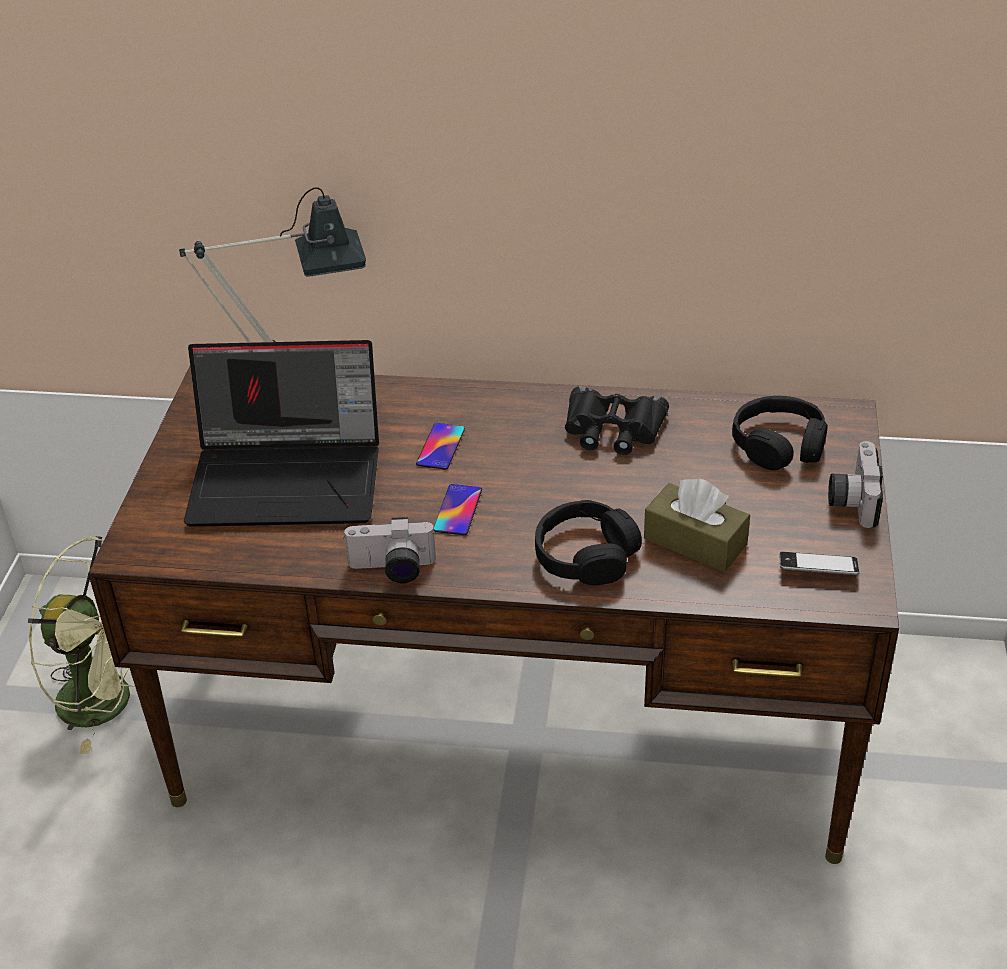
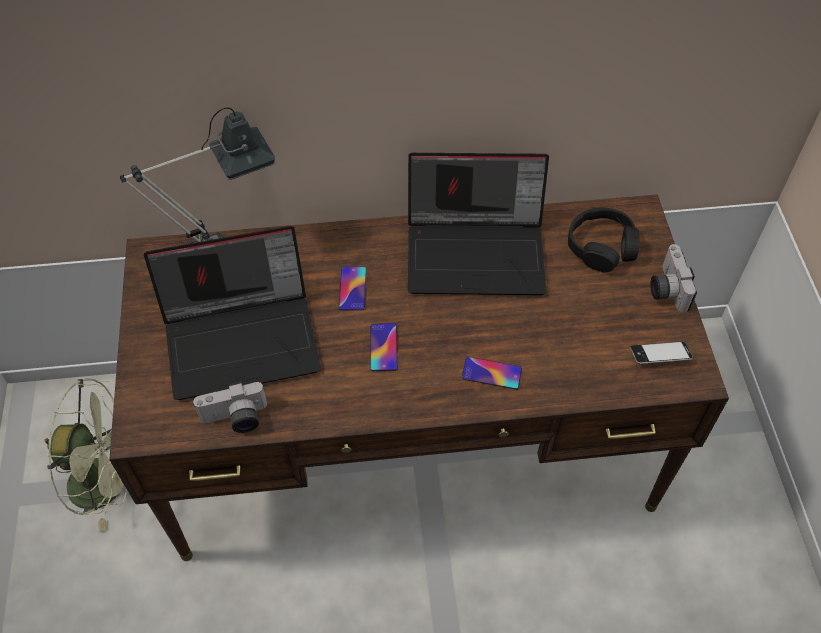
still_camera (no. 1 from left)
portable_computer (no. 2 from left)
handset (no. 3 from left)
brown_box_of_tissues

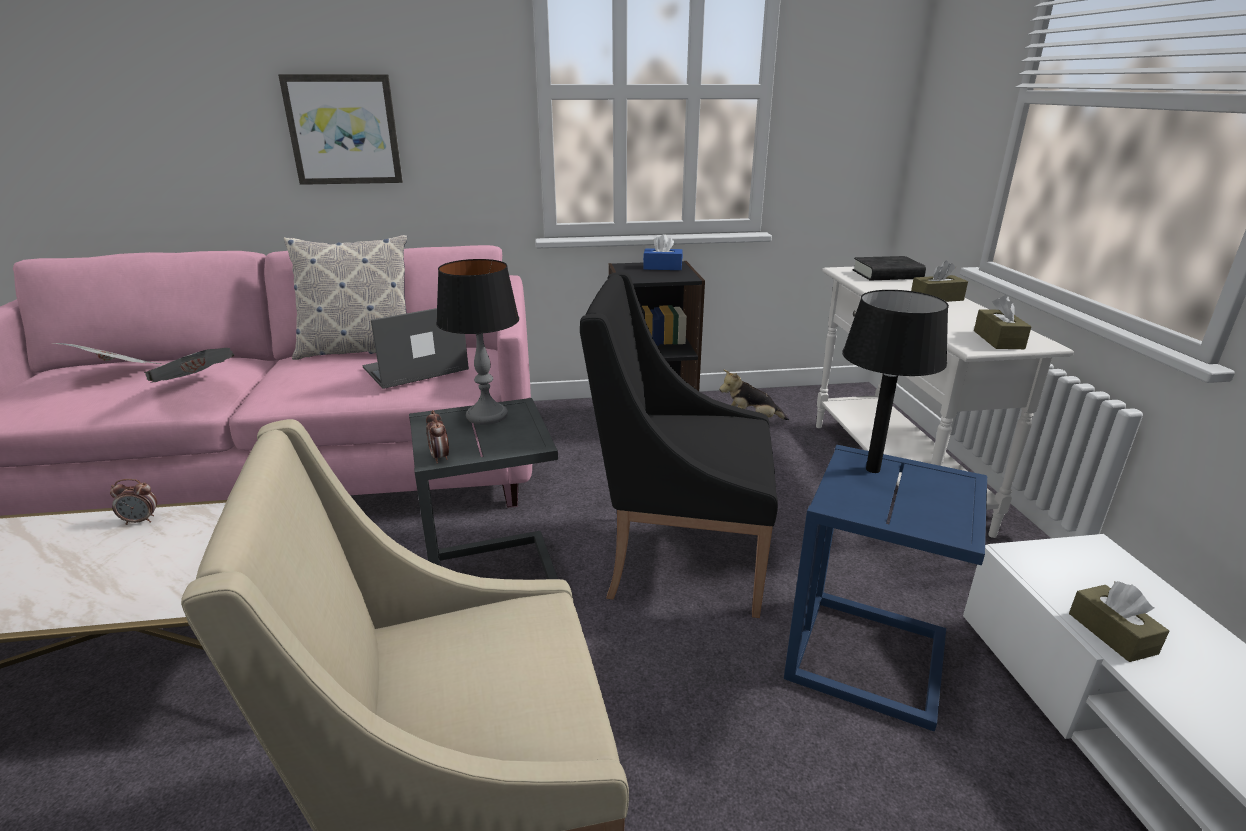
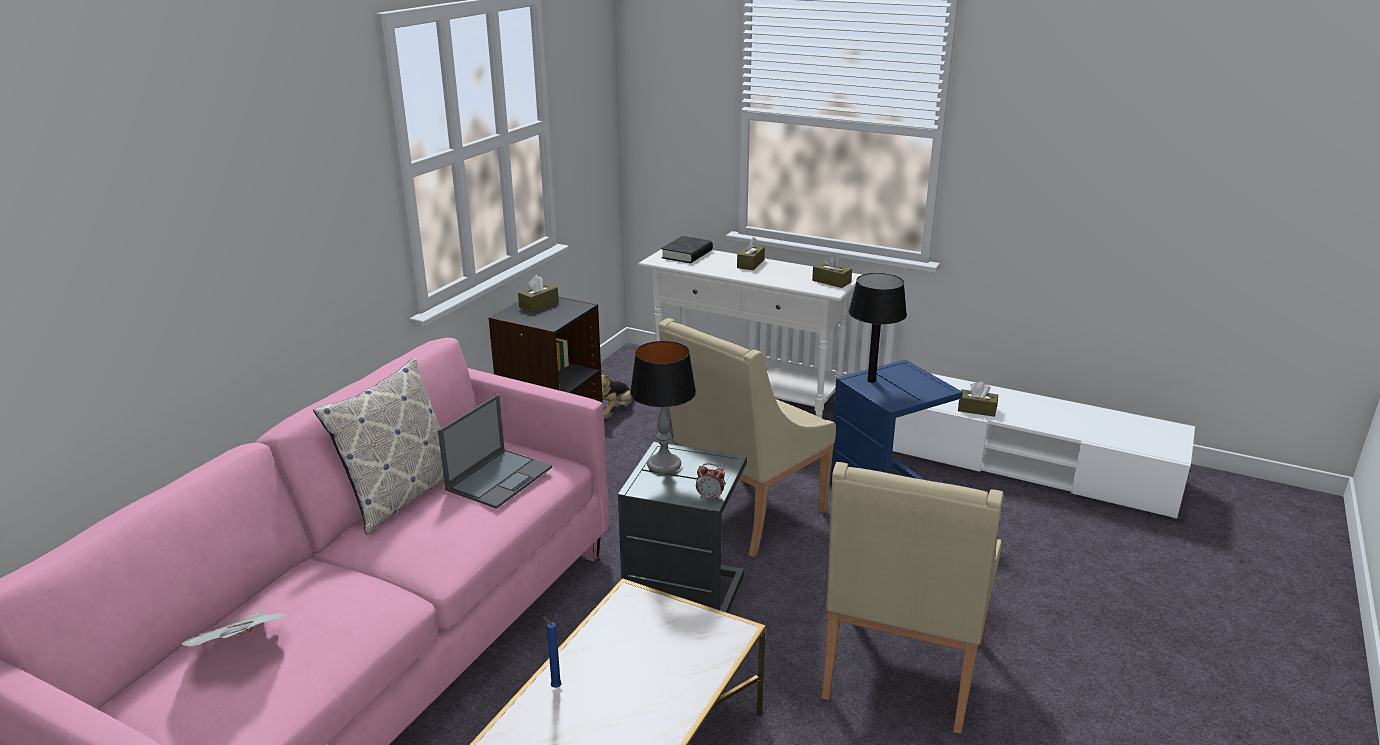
portable_computer
brown_box_of_tissues (no. 1 from left)
blue-coloured_candle
beige-coloured_armchair (no. 1 from left)
newspaper (no. 2 from left in the first image)
wall_art

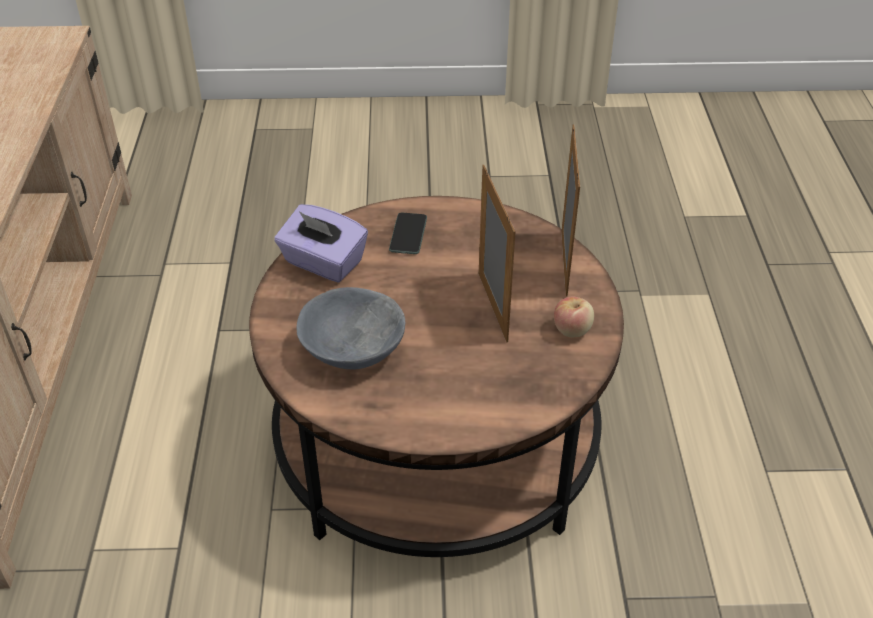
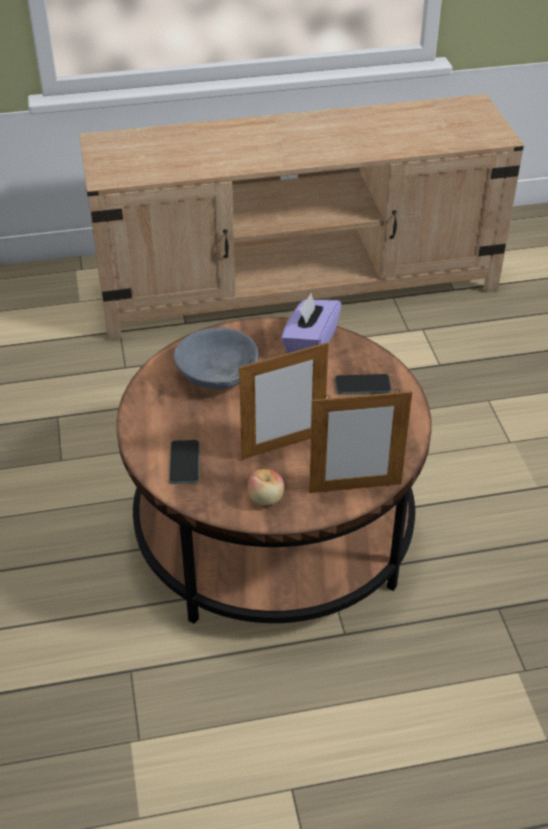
handset (no. 1 from left)

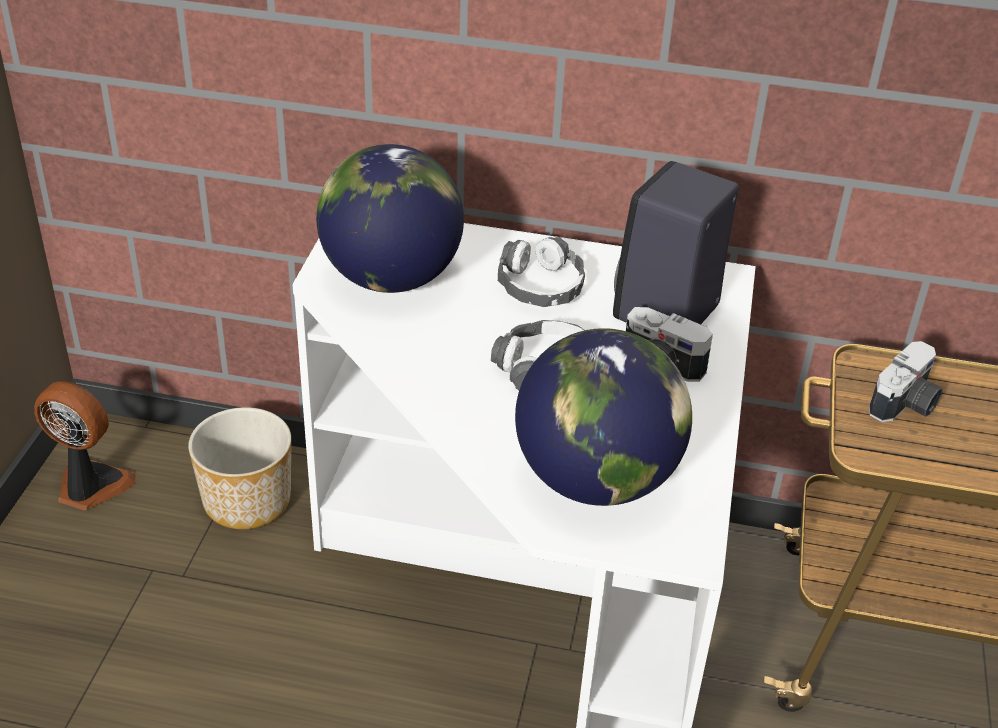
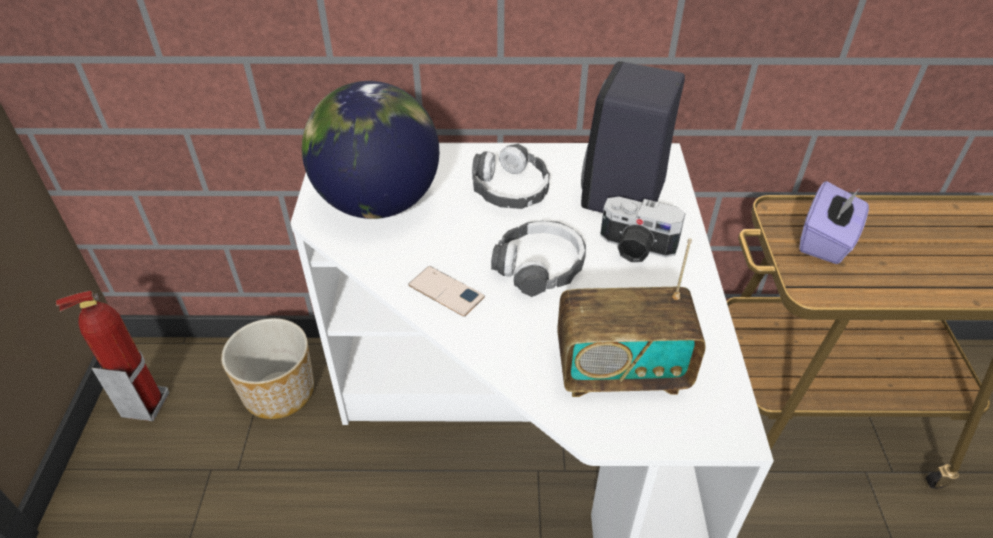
fire-fighting_cylinder
handset
radio
purple-coloured_box_of_tissues

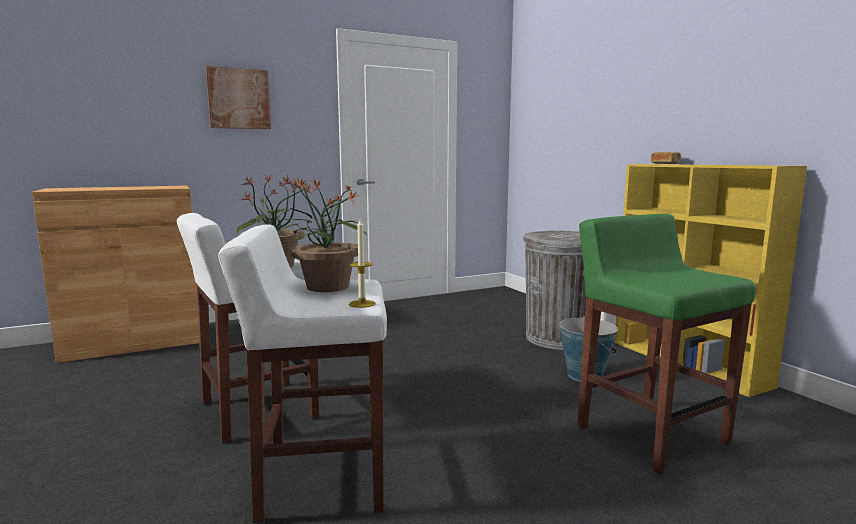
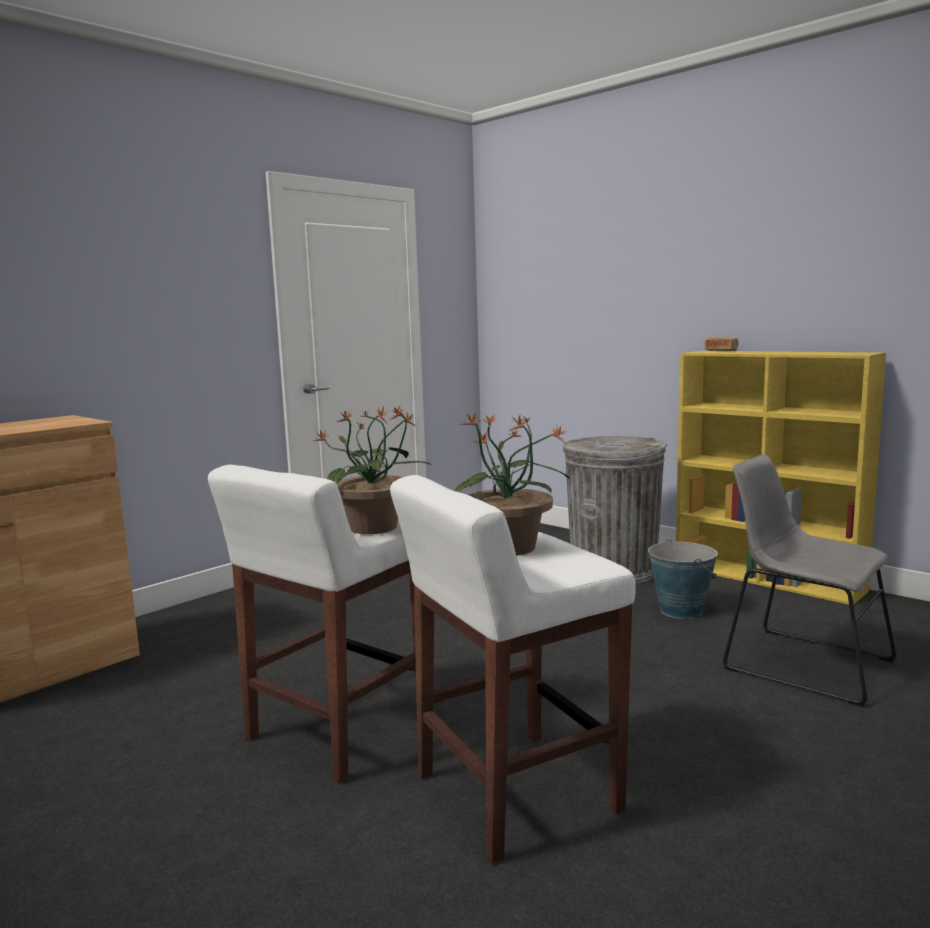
gray_plain_chair
wall_art
candle

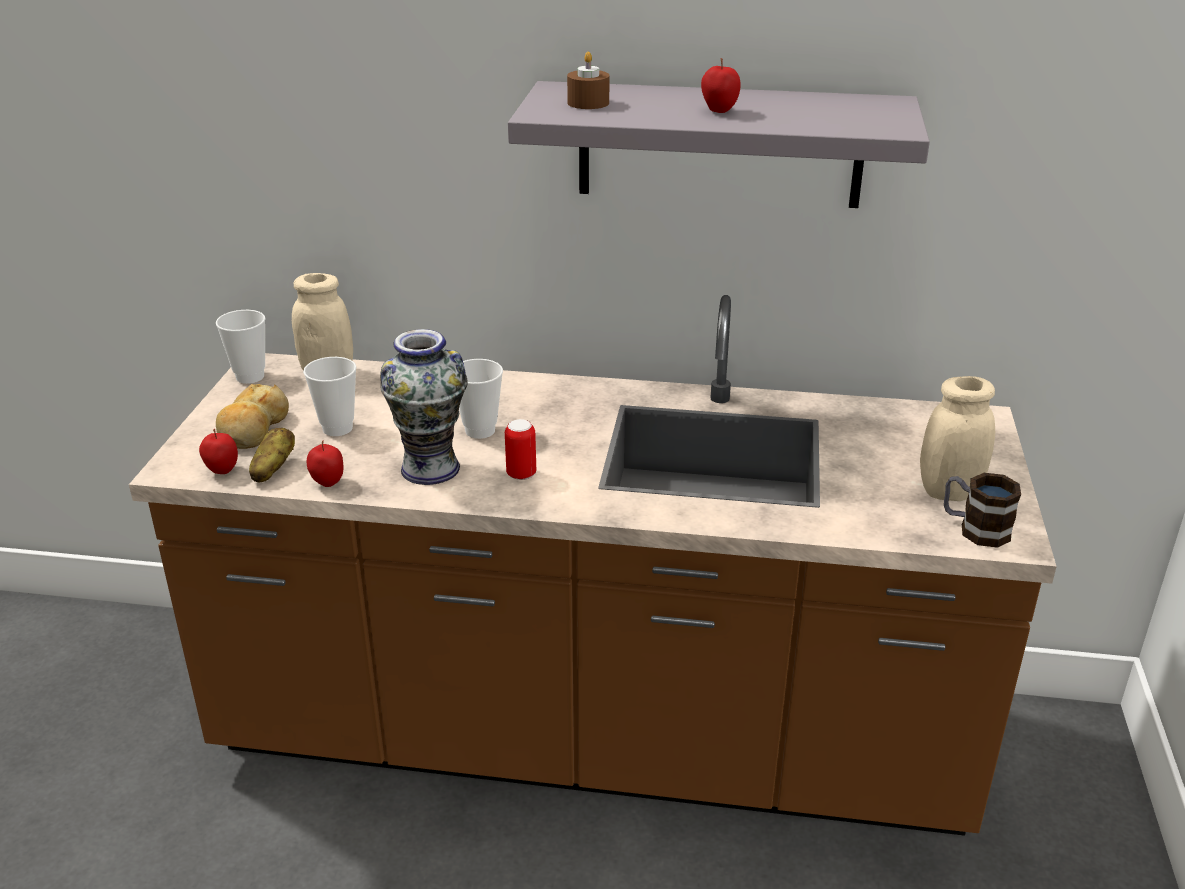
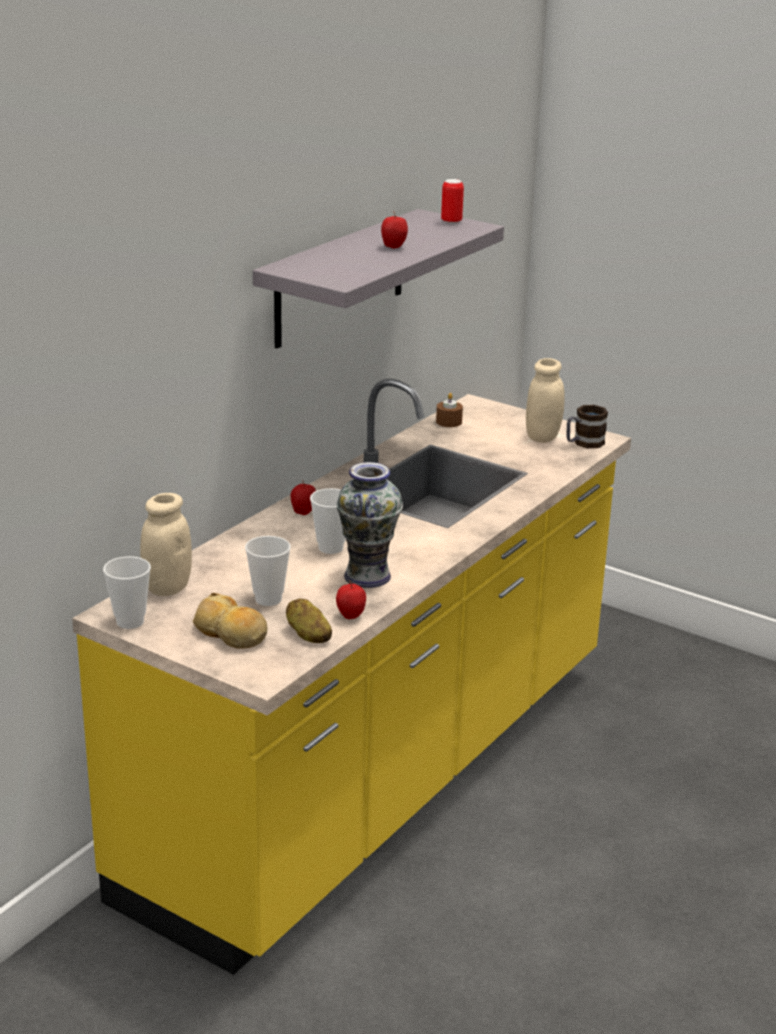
yellow-coloured_kitchen_base_unit
whole_apple (no. 1 from left)
brown_candle
can

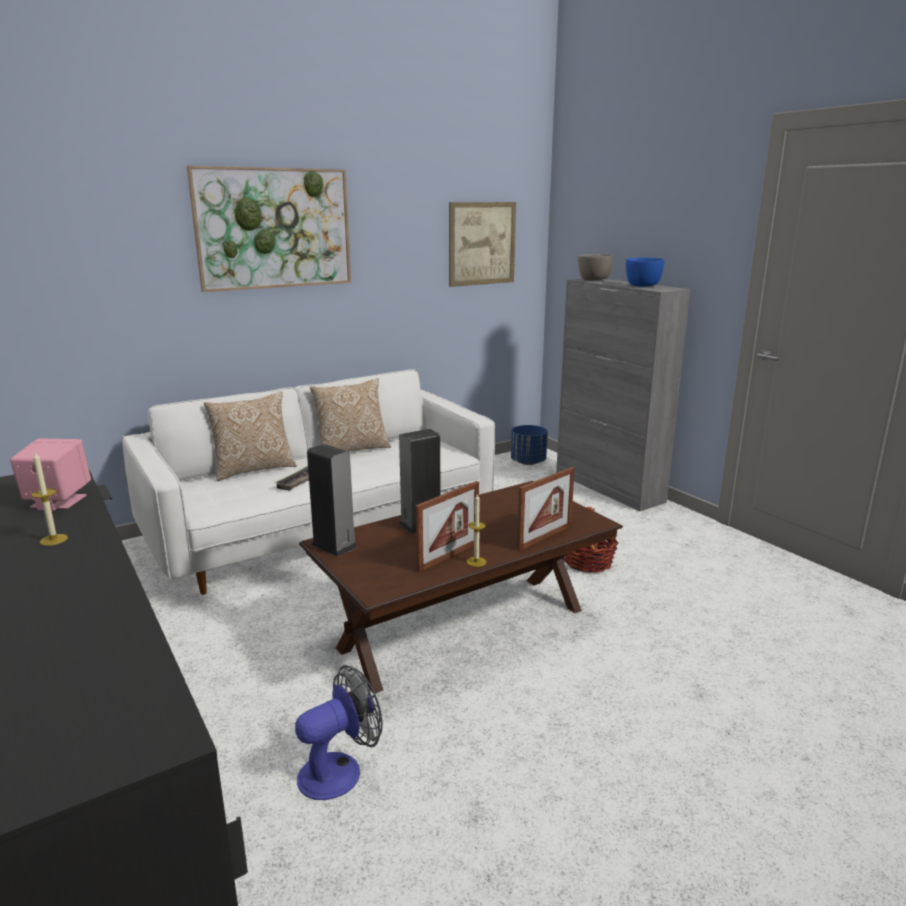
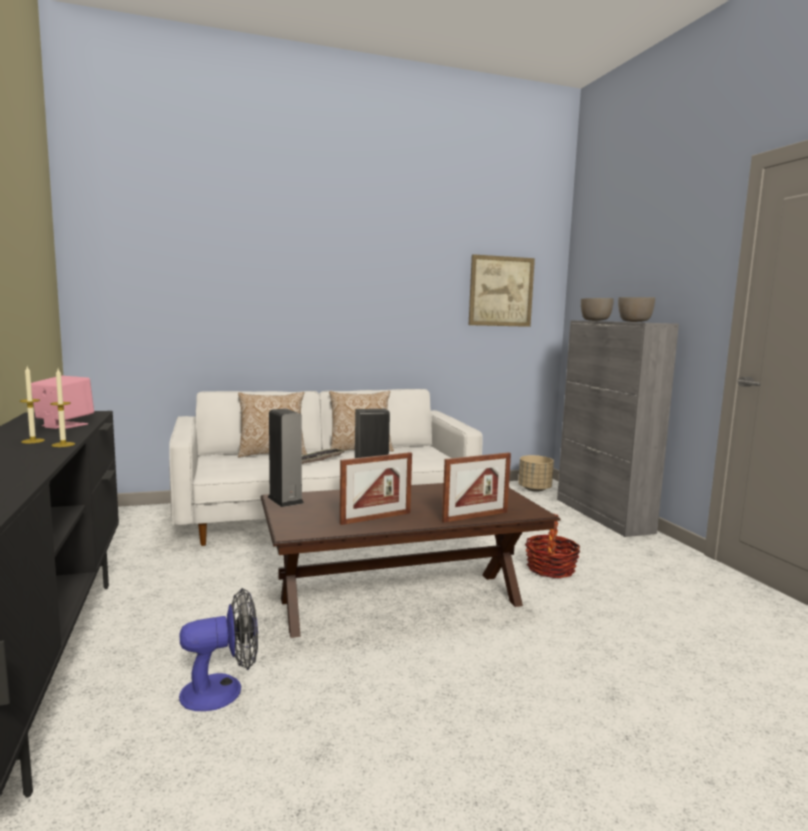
candle (no. 2 from left)
beige-coloured_flower_pot
gray_bowl (no. 2 from left)
wall_art (no. 1 from left in the first image)

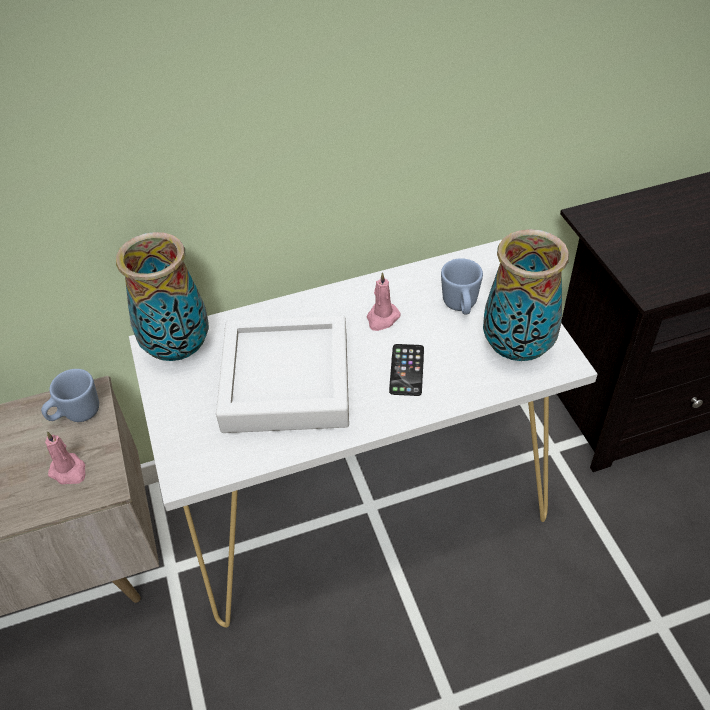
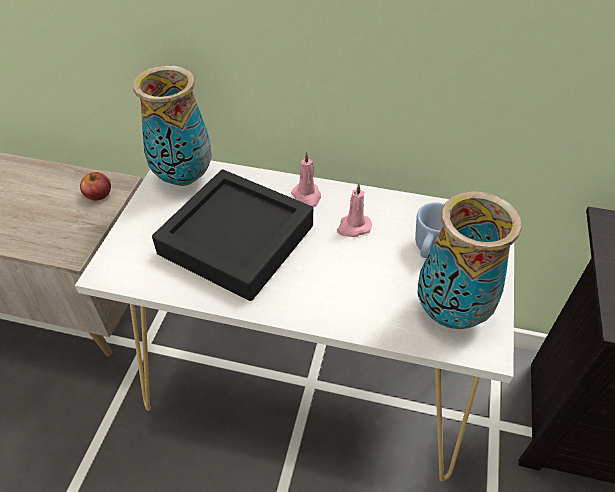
whole_apple
blackish_carrying_tray
pink-coloured_candle (no. 1 from left)
handset

